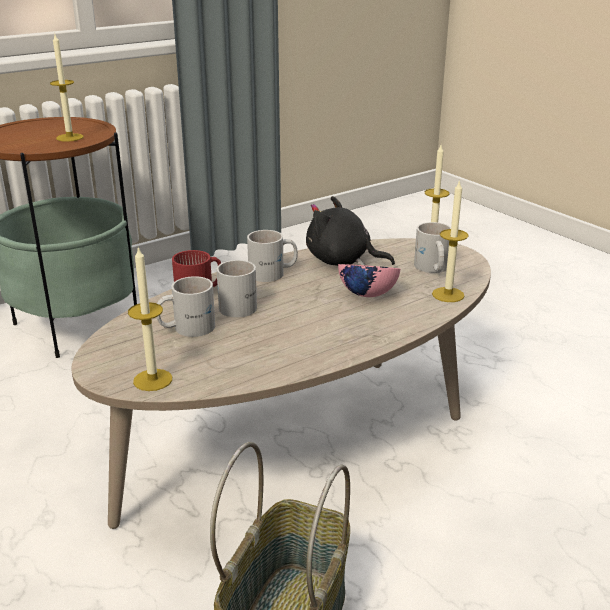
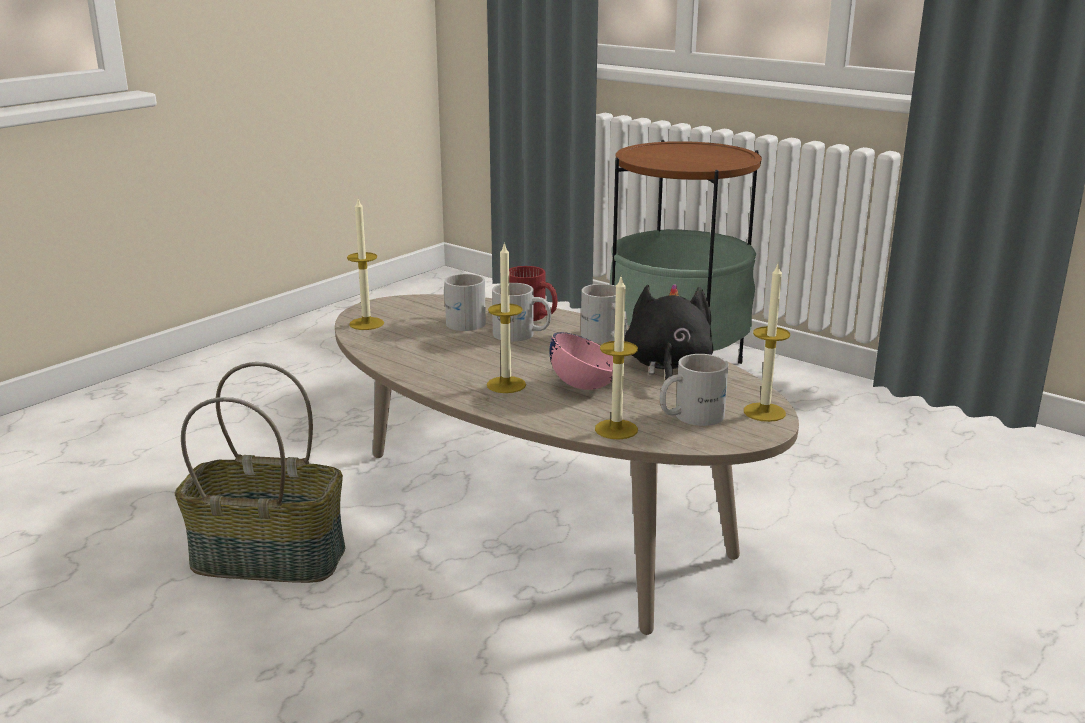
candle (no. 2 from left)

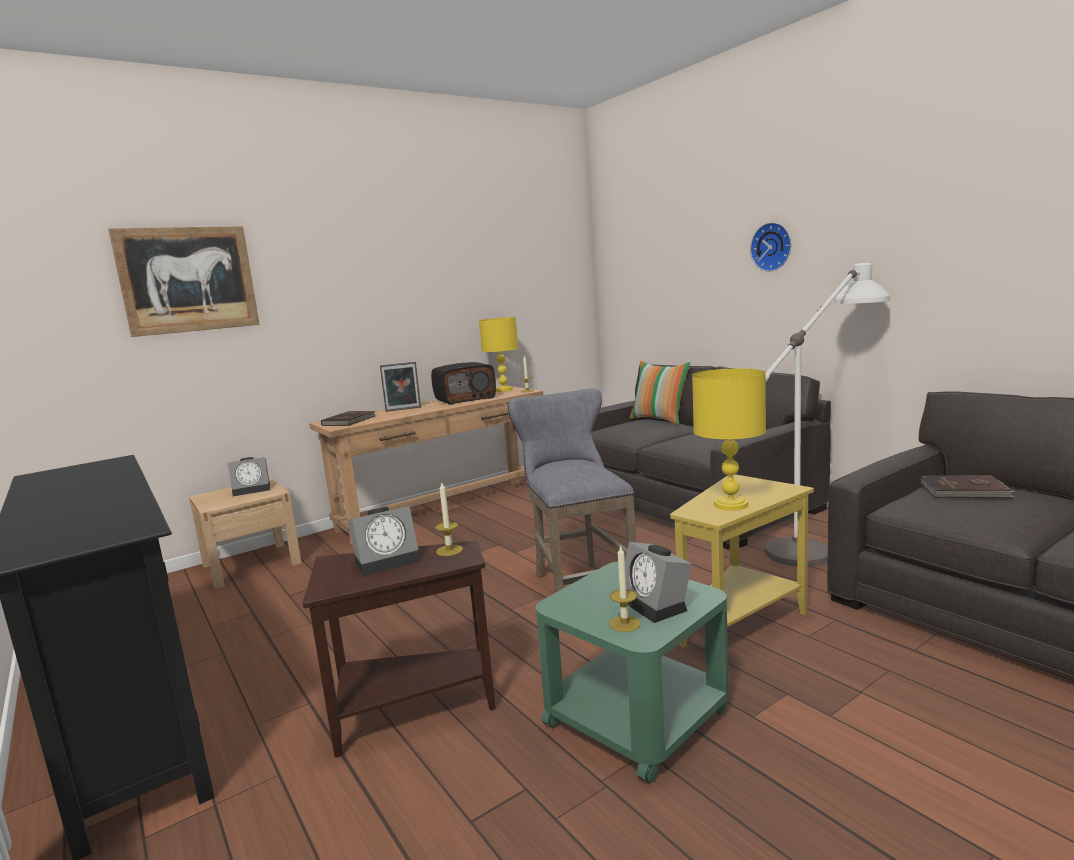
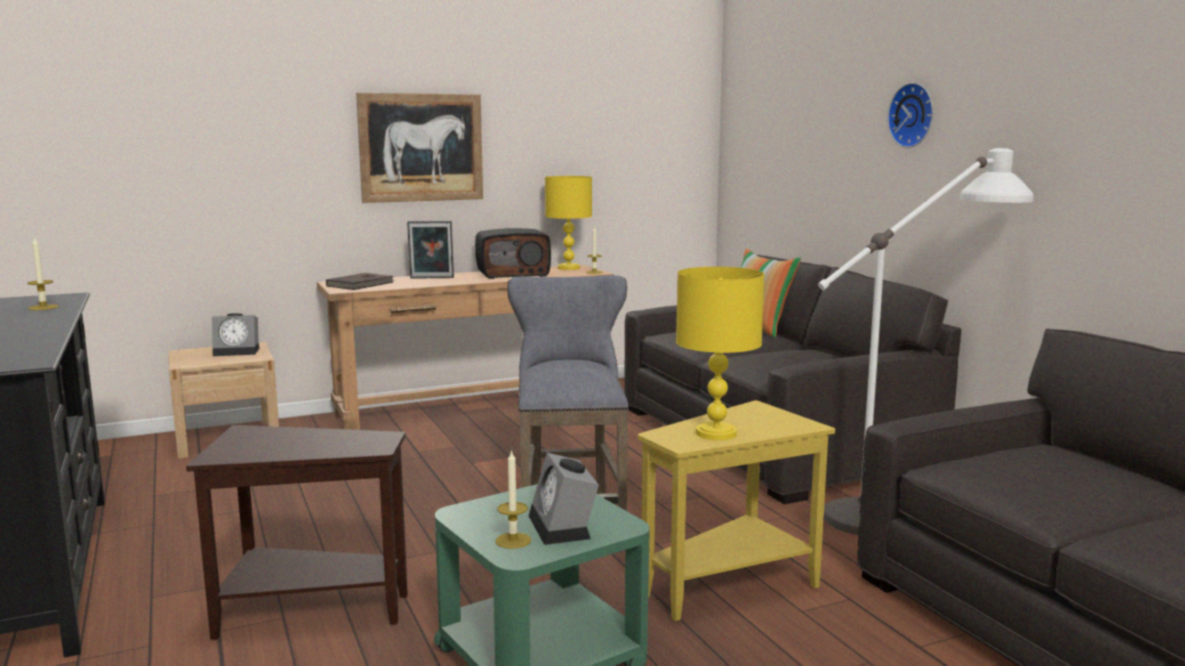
candle (no. 1 from left)
wall_art
table_clock (no. 2 from left in the first image)
brown_volume (no. 2 from left in the first image)

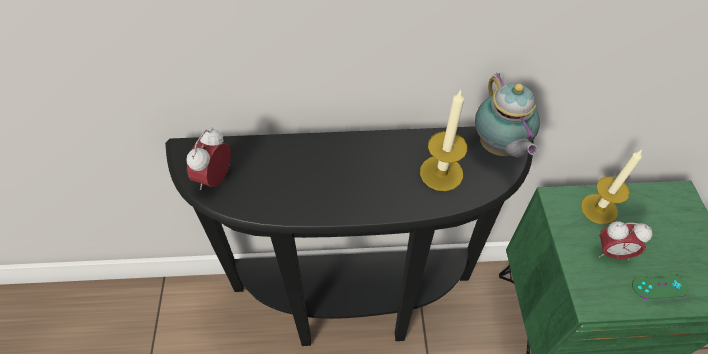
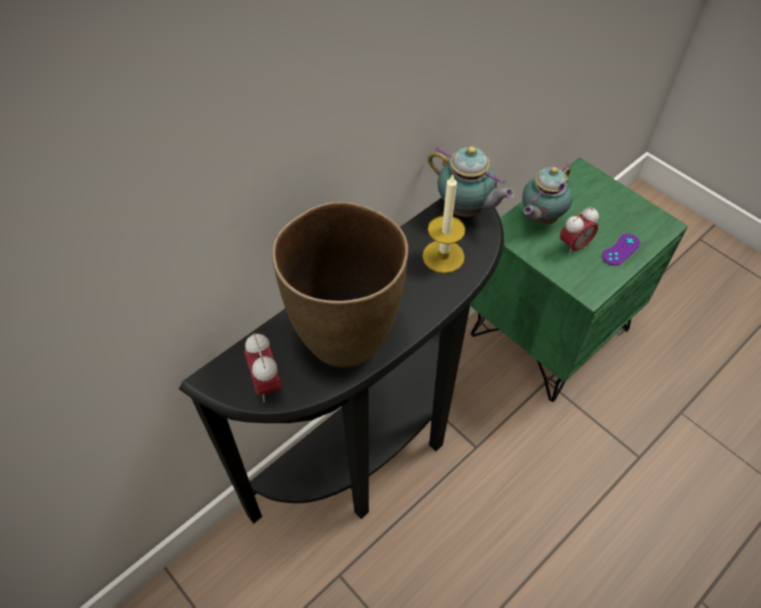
brown_flower_vase
teapot (no. 2 from left)
purple-coloured_joypad

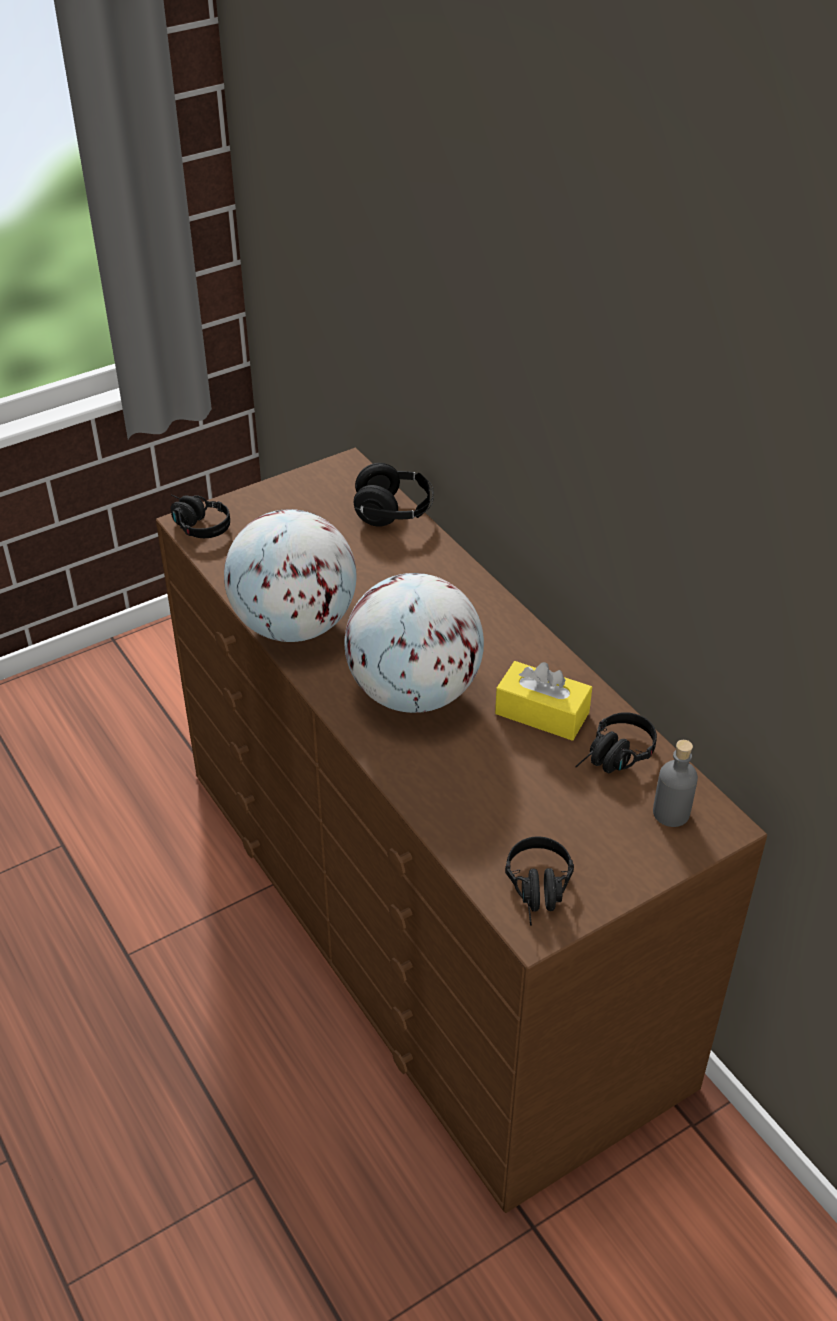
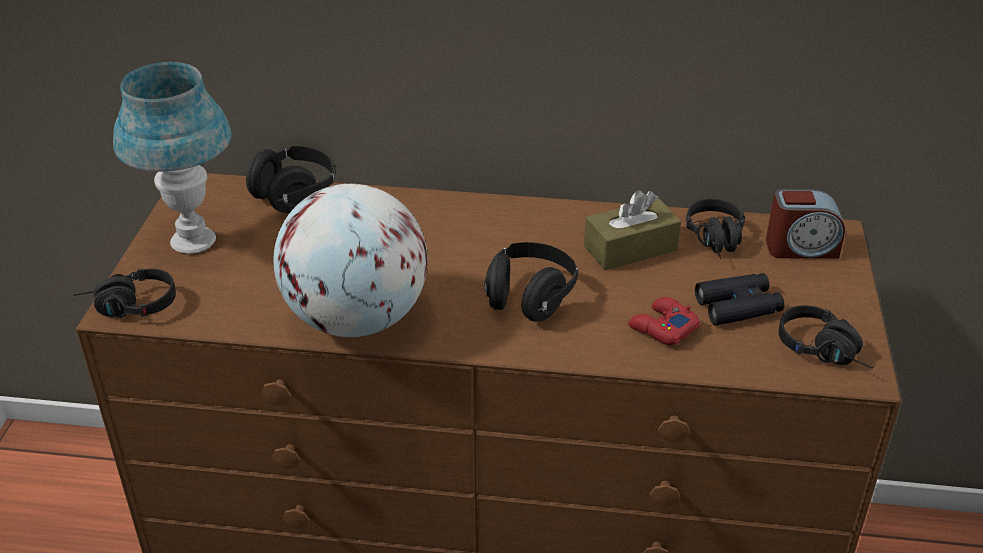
blue-coloured_table_lamp
blackish_headset (no. 3 from left)
brown_box_of_tissues
reddish_joypad
blackish_pair_of_binoculars
table_clock

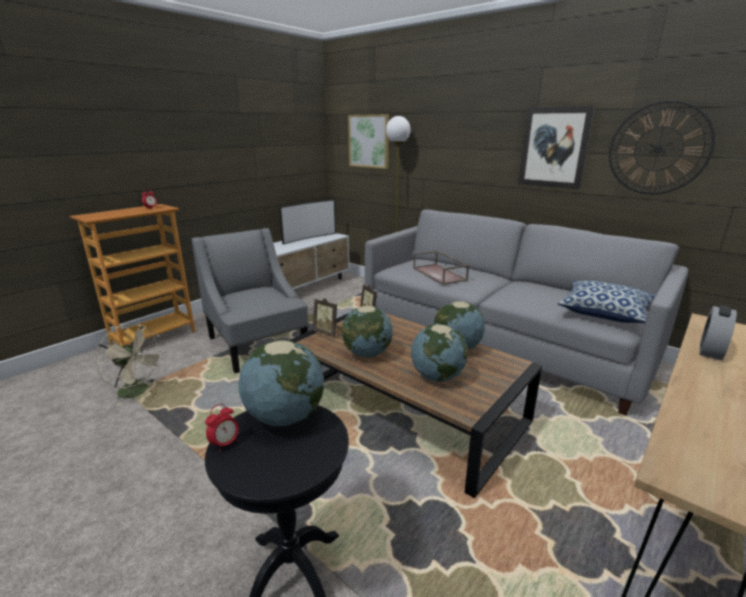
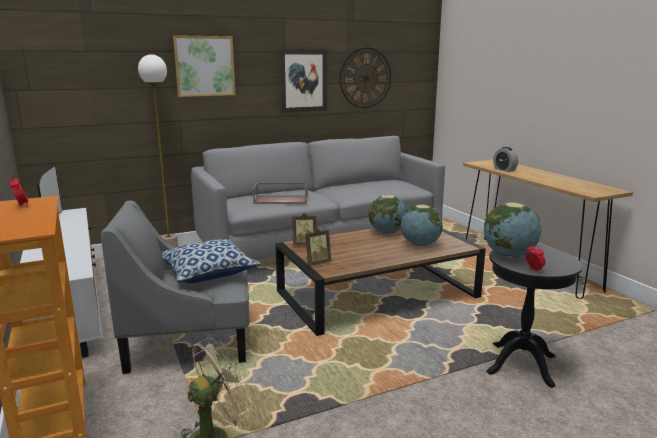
throw_pillow
wall_art (no. 1 from left)
desk_globe (no. 2 from left in the first image)

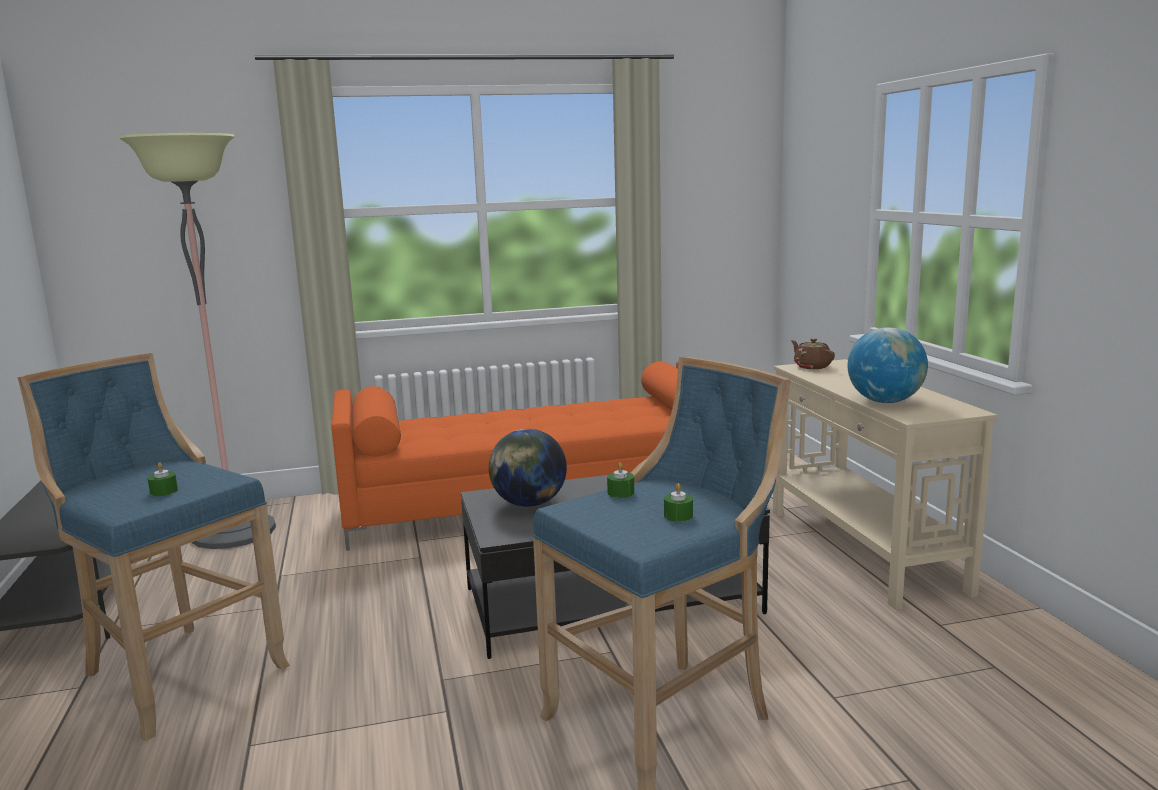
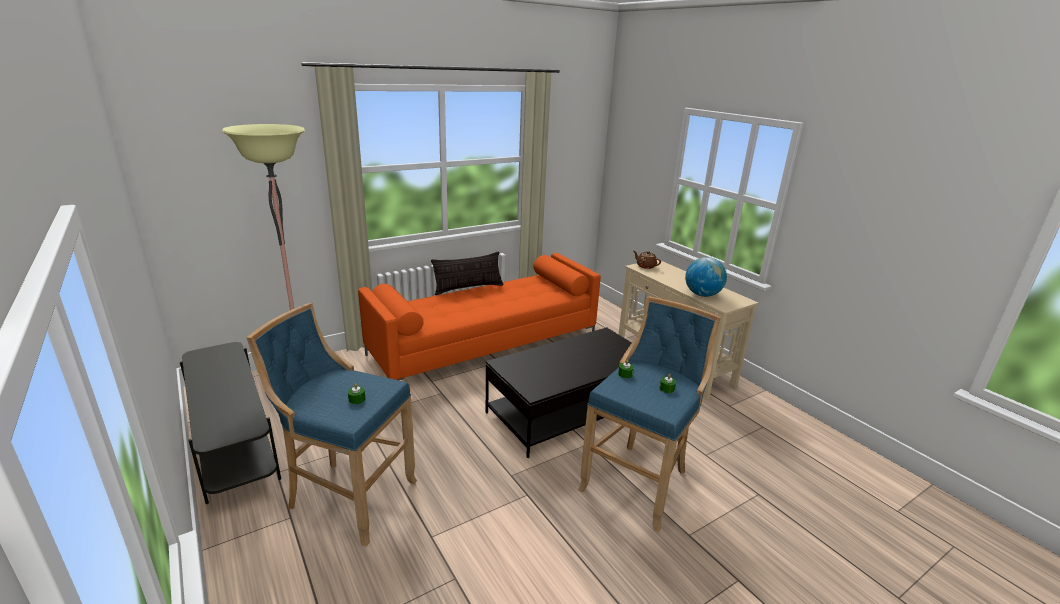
throw_pillow
desk_globe (no. 1 from left in the first image)

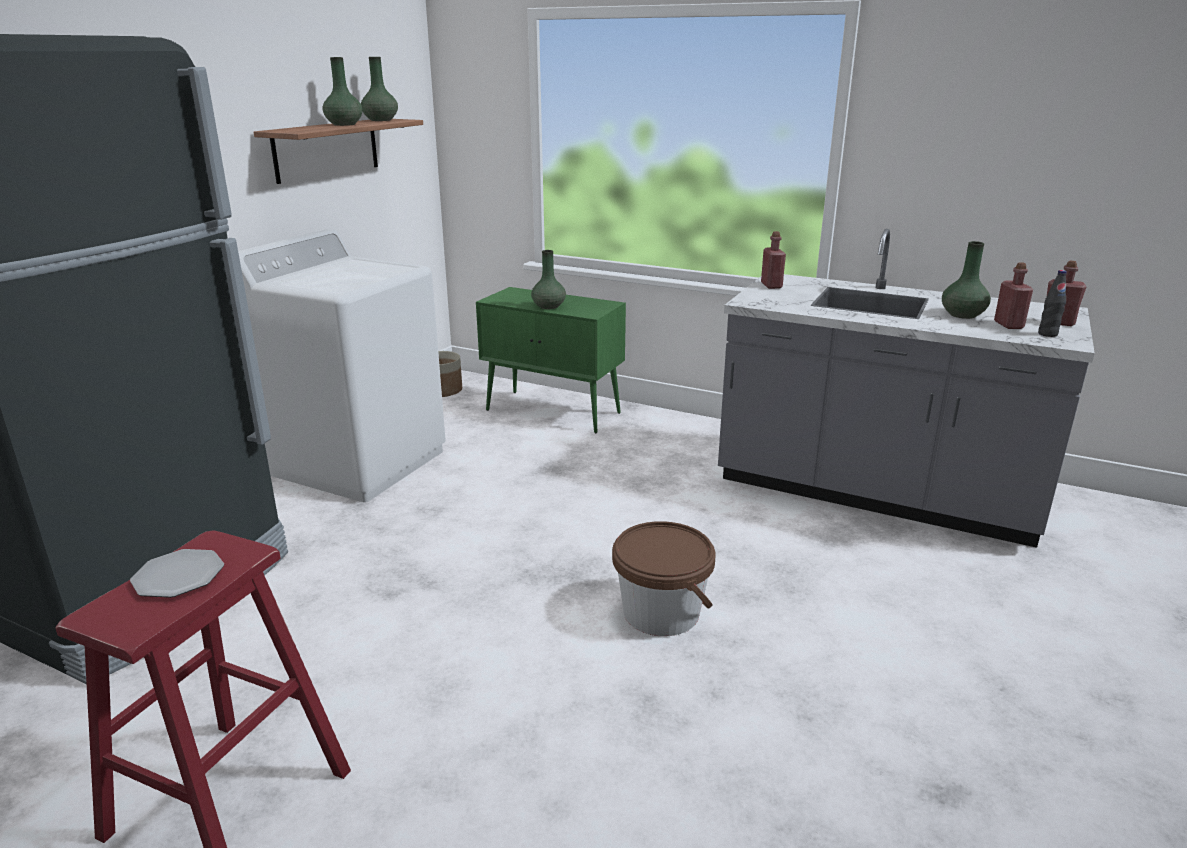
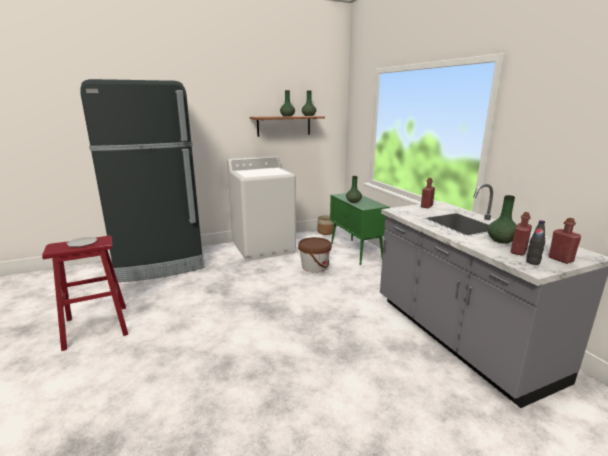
brown_pail

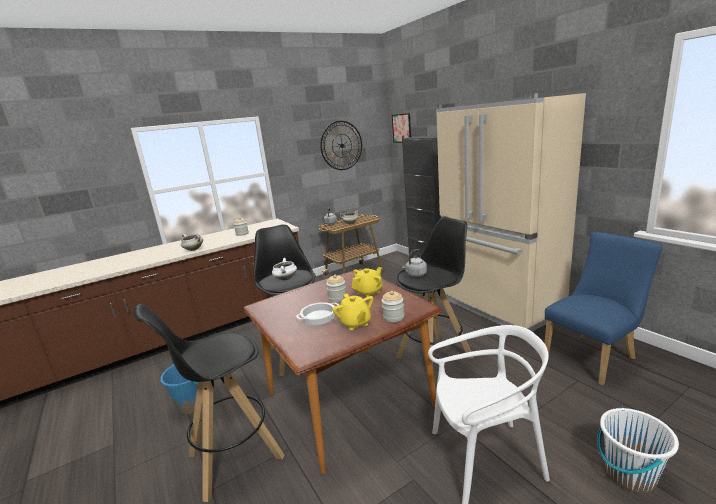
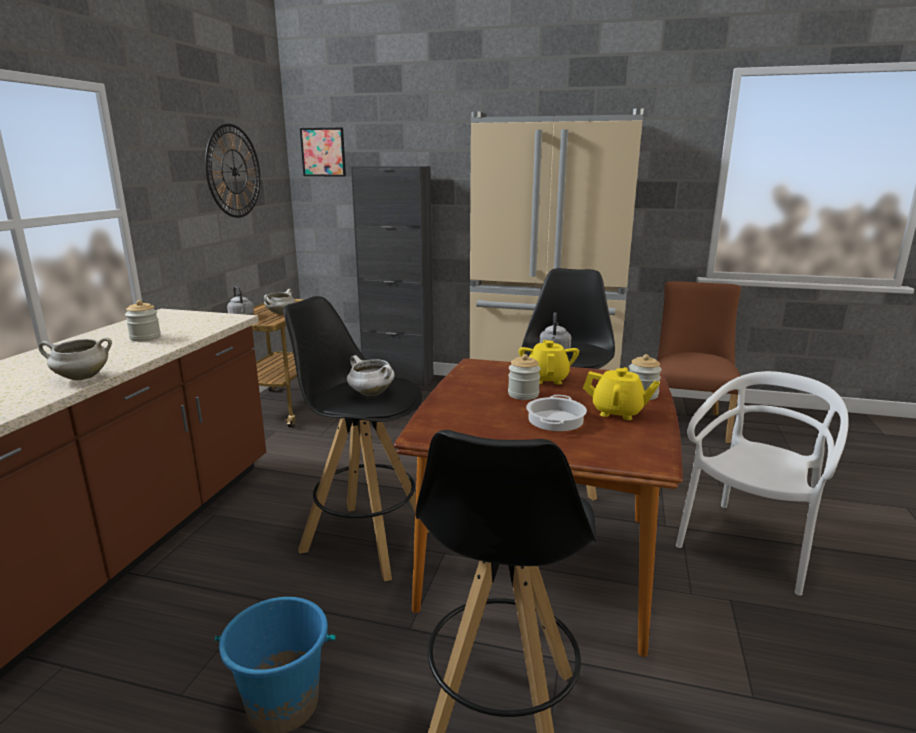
brown_plain_chair
white_pail

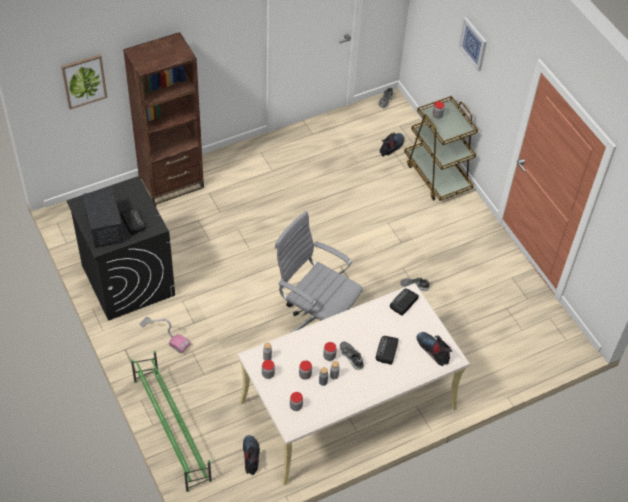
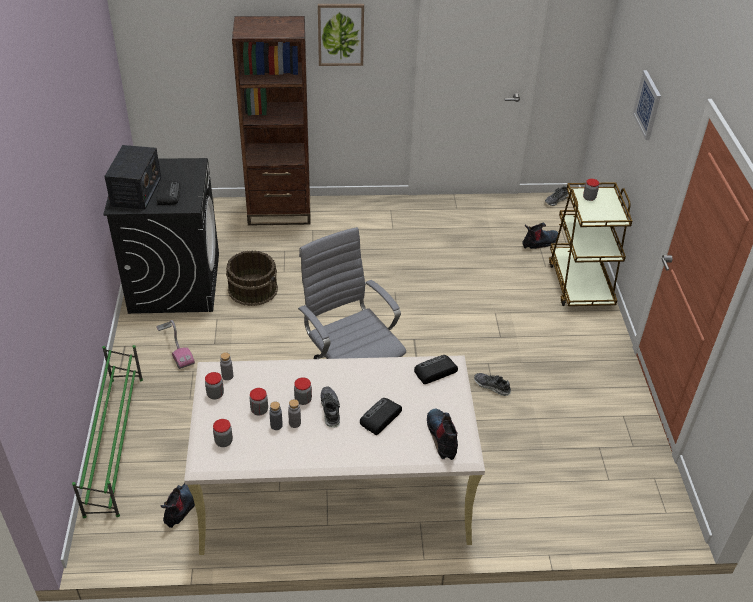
brown_pail
wall_art (no. 1 from left)

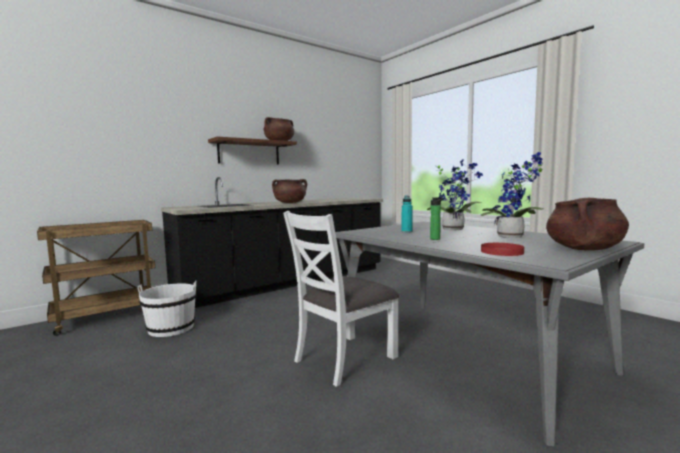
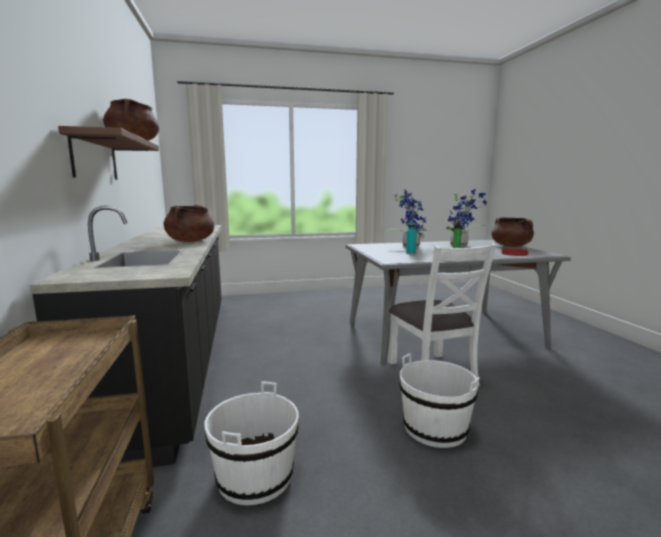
white_pail (no. 2 from left)

